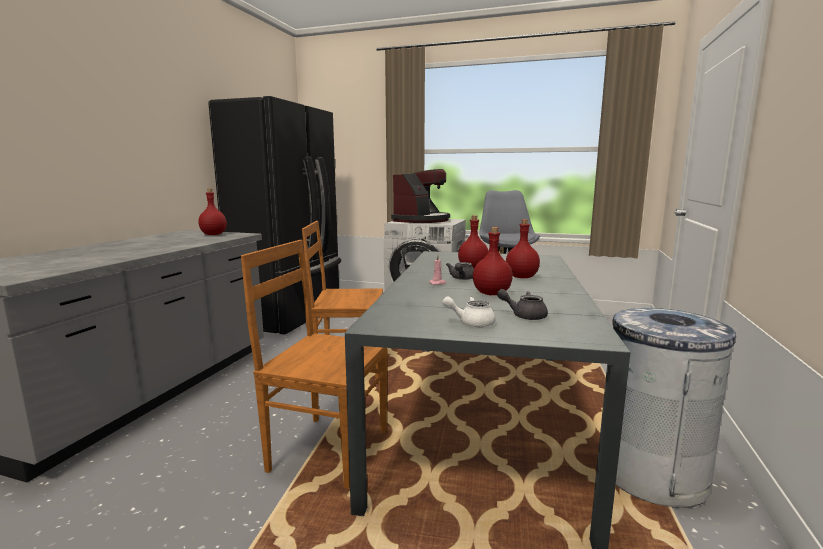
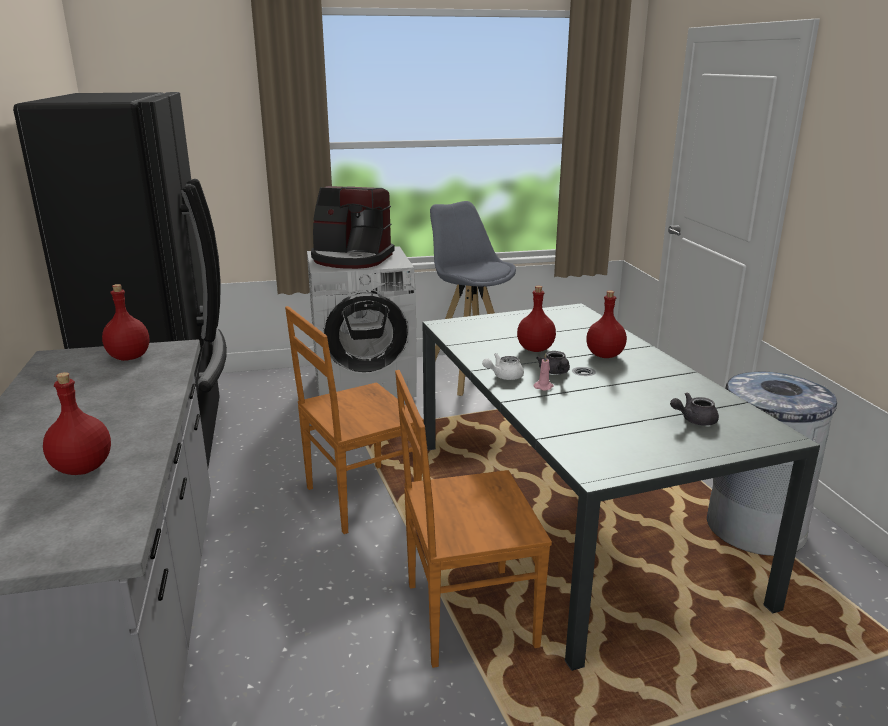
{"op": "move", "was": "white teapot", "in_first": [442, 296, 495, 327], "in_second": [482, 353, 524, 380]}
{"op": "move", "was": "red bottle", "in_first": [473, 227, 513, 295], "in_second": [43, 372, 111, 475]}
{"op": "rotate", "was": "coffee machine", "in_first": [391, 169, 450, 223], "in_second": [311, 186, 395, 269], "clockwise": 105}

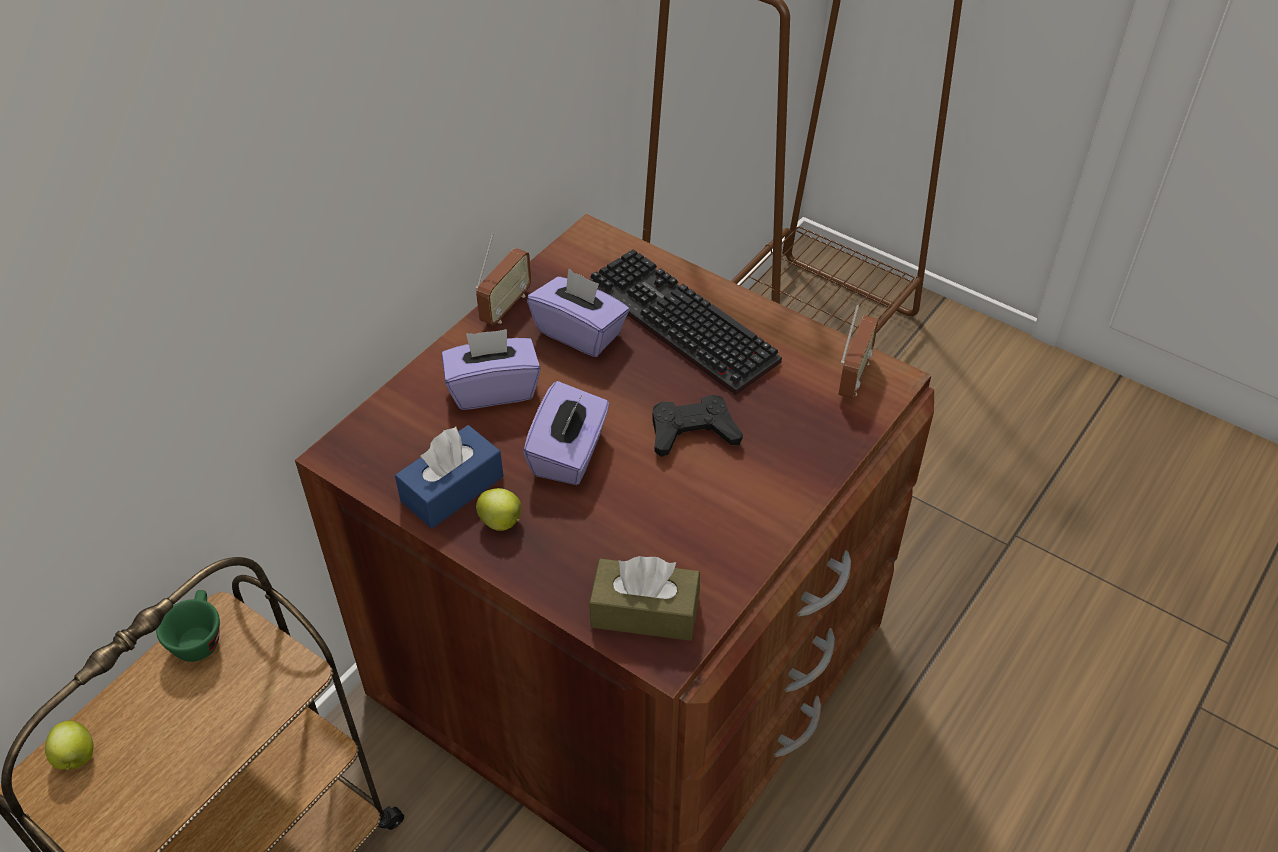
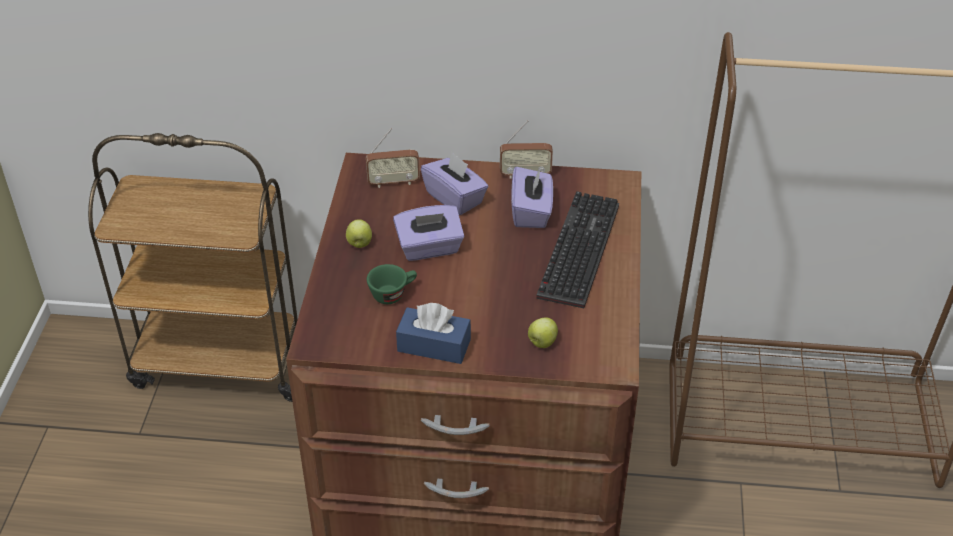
{"op": "delete", "was": "brown tissue box", "in_first": [589, 556, 700, 641]}
{"op": "delete", "was": "black game controller", "in_first": [653, 395, 743, 457]}
{"op": "move", "was": "apple", "in_first": [45, 720, 93, 770], "in_second": [528, 317, 558, 348]}
{"op": "move", "was": "green cup", "in_first": [156, 590, 220, 662], "in_second": [367, 264, 417, 304]}
{"op": "move", "was": "blue tissue box", "in_first": [395, 425, 503, 528], "in_second": [396, 303, 471, 364]}
{"op": "move", "was": "radio", "in_first": [839, 305, 879, 399], "in_second": [366, 128, 420, 188]}

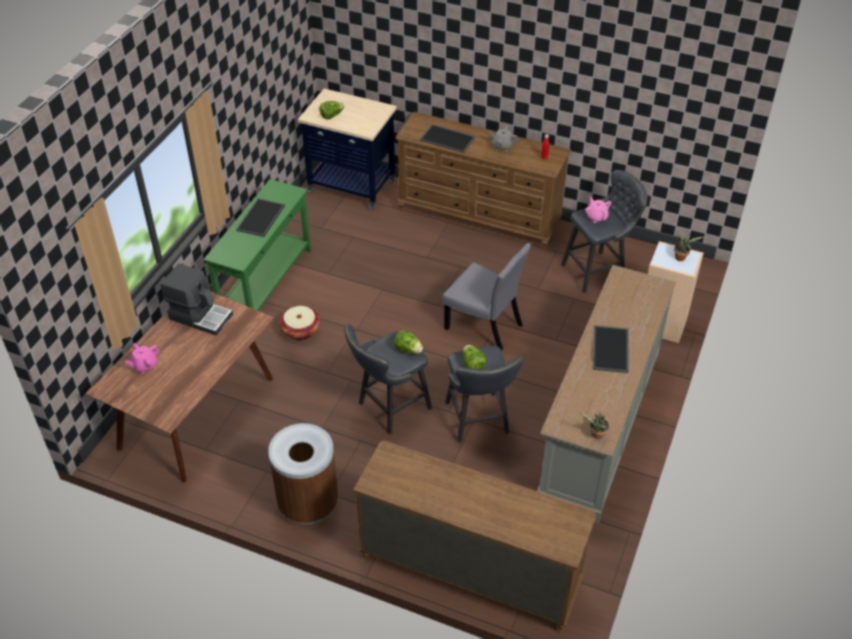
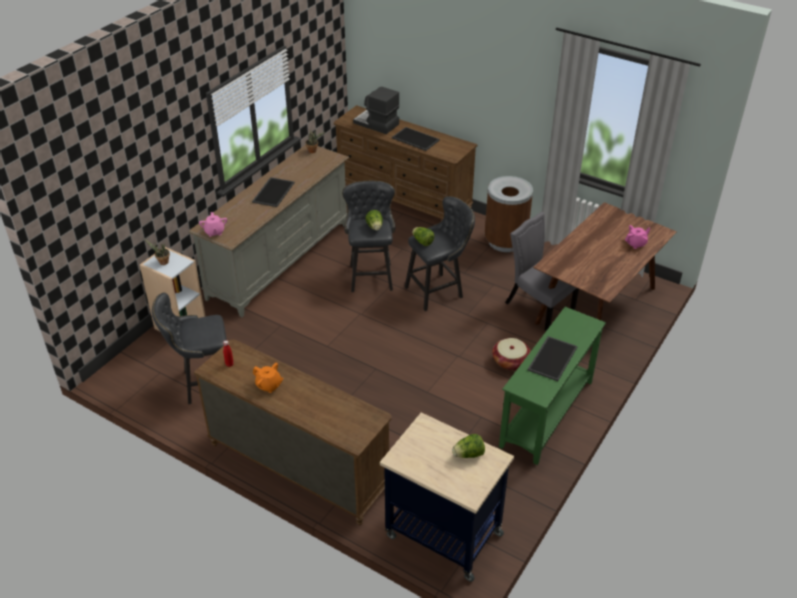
{"op": "move", "was": "coffee machine", "in_first": [160, 263, 233, 336], "in_second": [353, 87, 399, 134]}
{"op": "move", "was": "tray", "in_first": [420, 124, 475, 153], "in_second": [392, 127, 440, 151]}
{"op": "move", "was": "grey chair", "in_first": [442, 243, 531, 350], "in_second": [505, 212, 579, 331]}
{"op": "move", "was": "pink teapot", "in_first": [585, 196, 612, 223], "in_second": [199, 212, 227, 237]}
{"op": "recolor", "was": "grey teapot", "now": "orange teapot", "in_first": [489, 126, 518, 151], "in_second": [253, 363, 284, 393]}

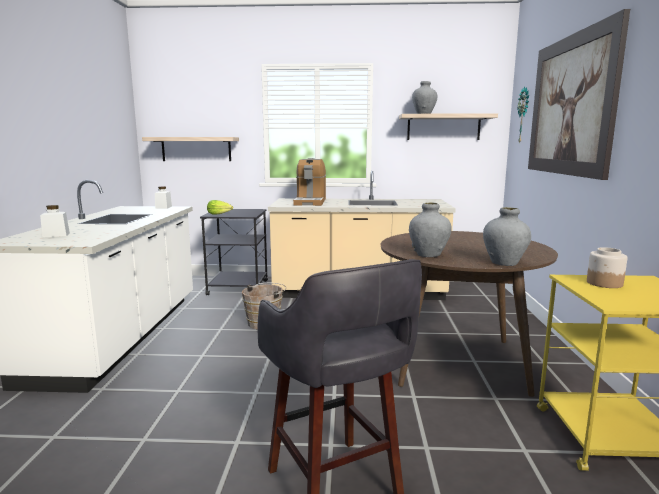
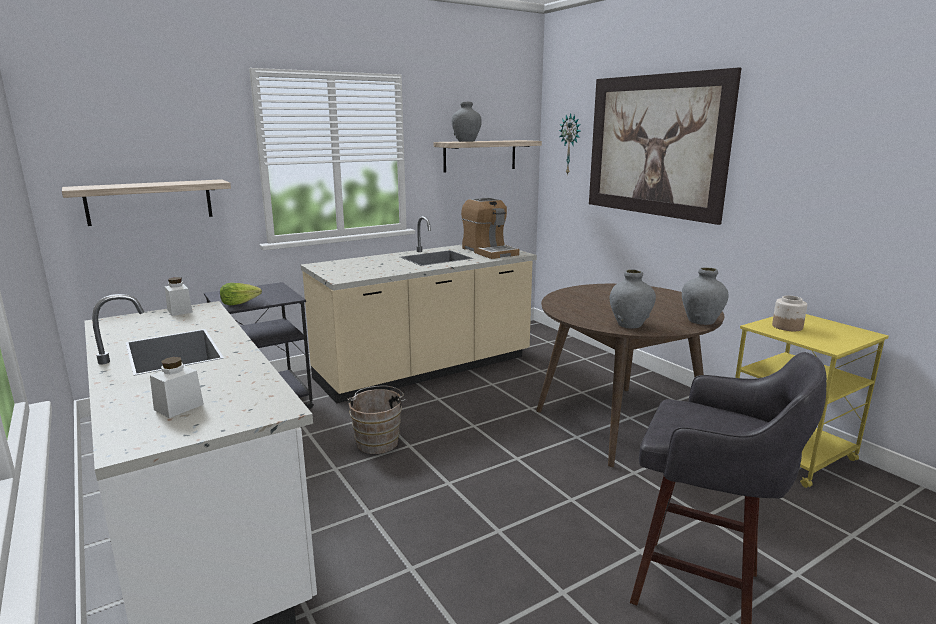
{"op": "move", "was": "coffee machine", "in_first": [293, 158, 326, 206], "in_second": [461, 198, 519, 259]}

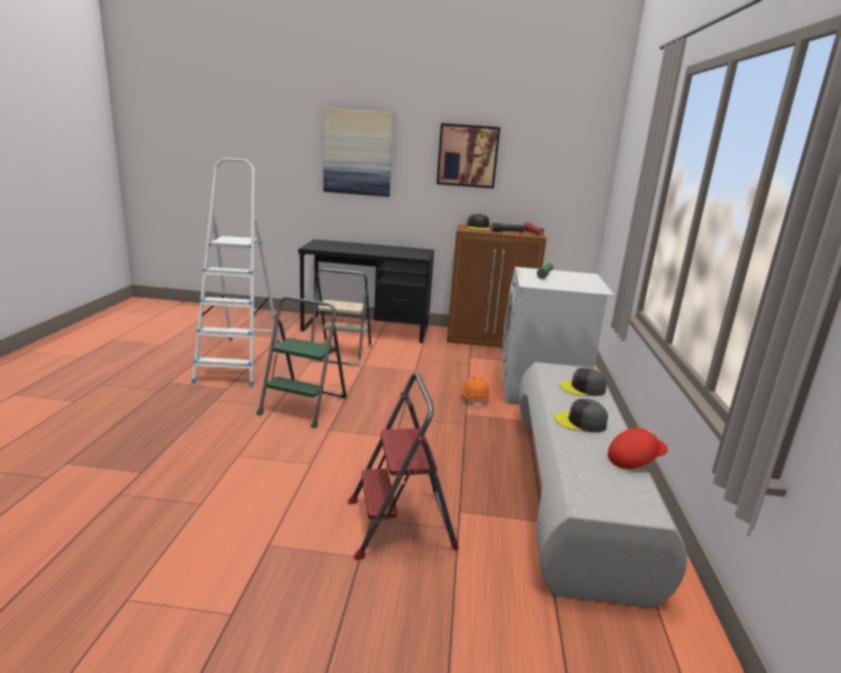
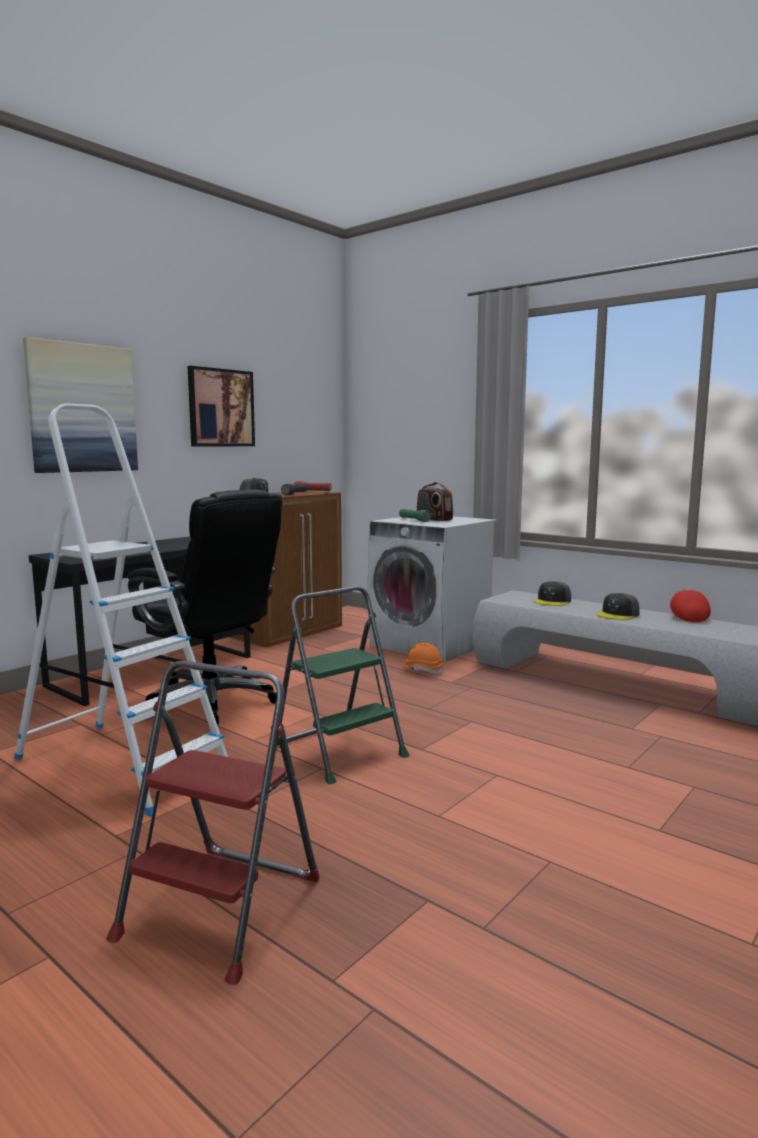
{"op": "insert", "now": "radio", "in_second": [417, 482, 453, 521]}
{"op": "move", "was": "red step ladder", "in_first": [348, 373, 458, 560], "in_second": [106, 661, 319, 985]}
{"op": "replace", "was": "beige step ladder", "now": "black office chair", "in_first": [309, 268, 373, 366], "in_second": [127, 490, 282, 725]}

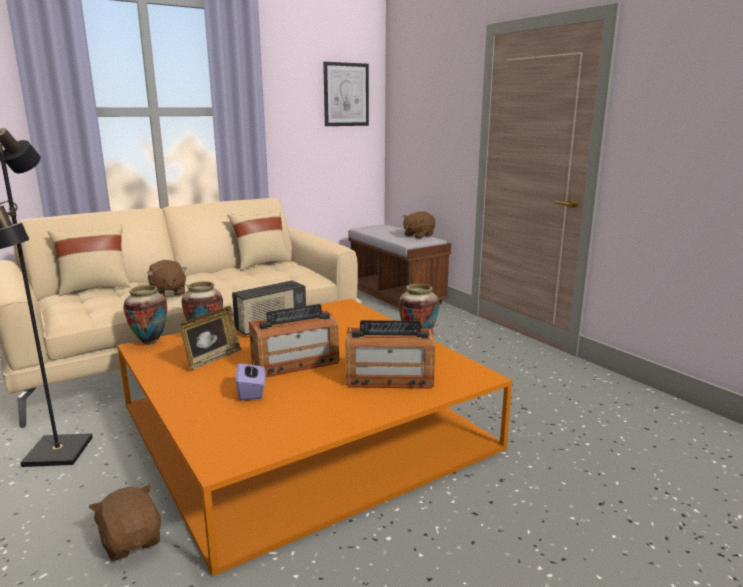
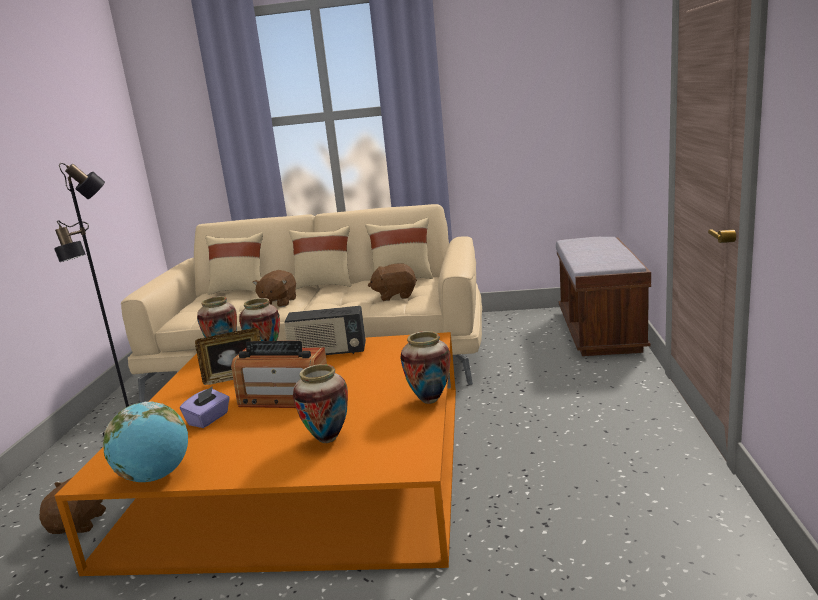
{"op": "delete", "was": "picture", "in_first": [323, 62, 369, 126]}
{"op": "insert", "now": "globe", "in_second": [103, 401, 188, 482]}
{"op": "insert", "now": "beige pillow", "in_second": [289, 226, 351, 290]}
{"op": "move", "was": "brown plush toy", "in_first": [403, 211, 436, 238], "in_second": [368, 263, 417, 301]}
{"op": "replace", "was": "radio", "now": "vase", "in_first": [345, 320, 435, 389], "in_second": [293, 364, 348, 443]}

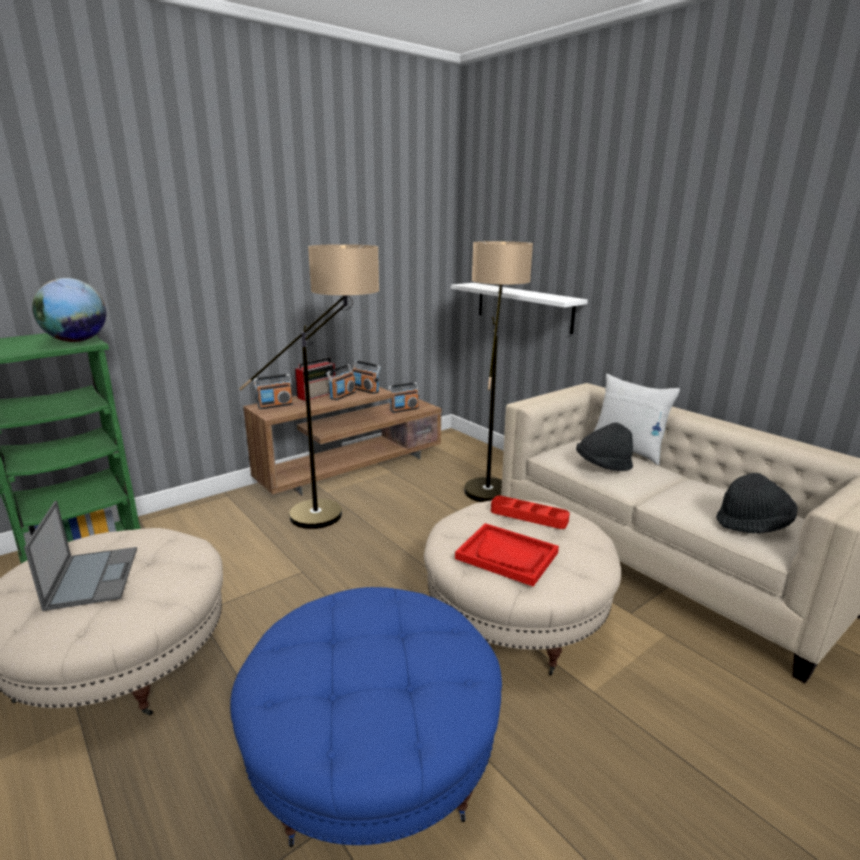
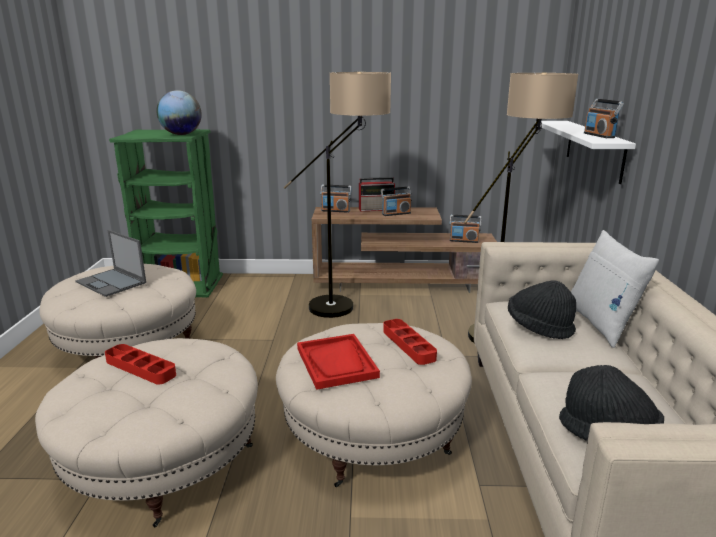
{"op": "insert", "now": "red tray", "in_second": [105, 344, 176, 385]}
{"op": "move", "was": "radio", "in_first": [352, 360, 381, 394], "in_second": [584, 99, 624, 138]}
{"op": "recolor", "was": "blue ottoman", "now": "beige ottoman", "in_first": [230, 587, 502, 847], "in_second": [35, 338, 258, 527]}
{"op": "rotate", "was": "laptop", "in_first": [24, 501, 137, 611], "in_second": [75, 230, 146, 297], "clockwise": 105}

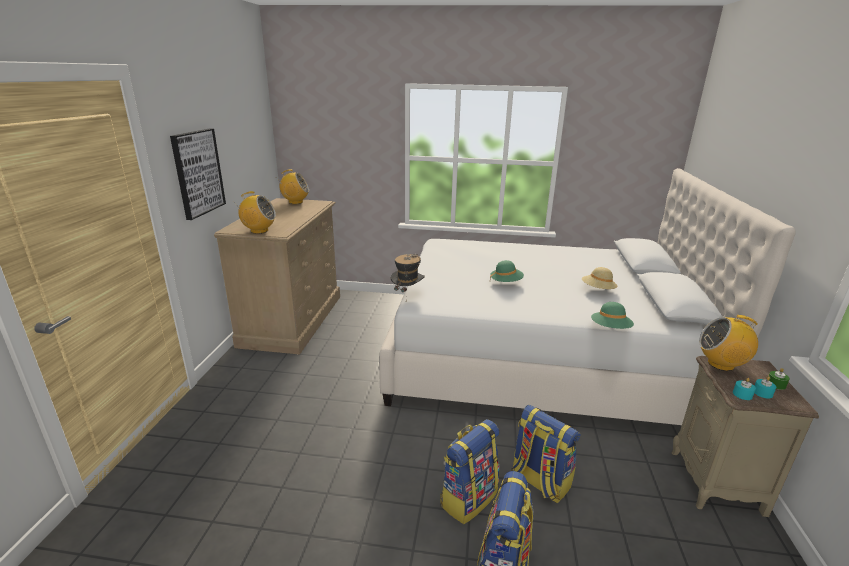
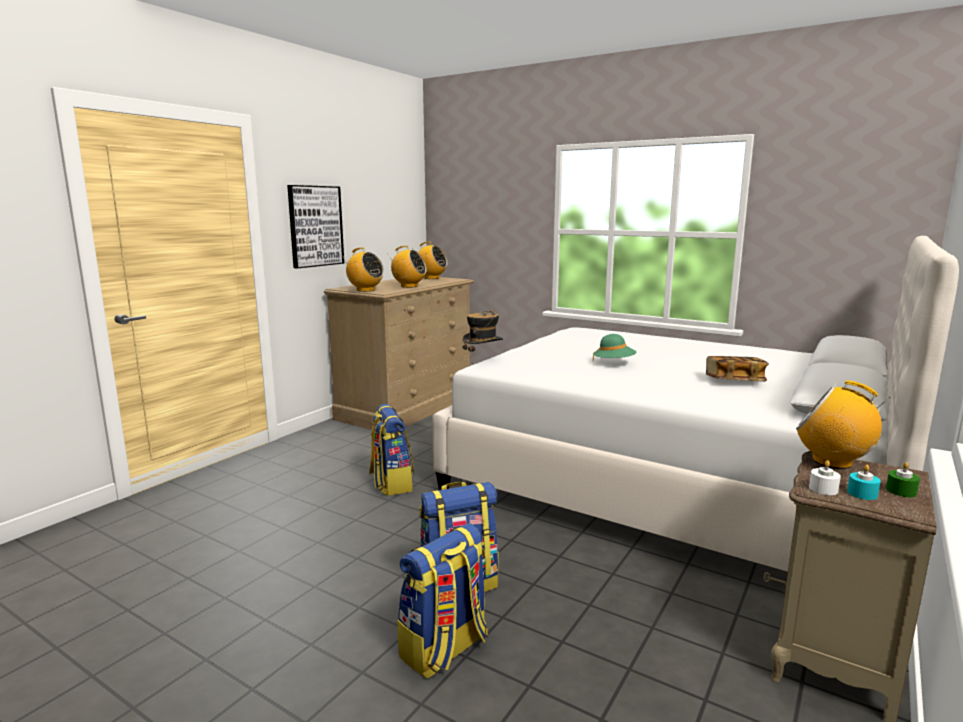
{"op": "delete", "was": "green hat", "in_first": [591, 302, 634, 329]}
{"op": "insert", "now": "radio", "in_second": [387, 246, 427, 288]}
{"op": "move", "was": "backpack", "in_first": [512, 405, 580, 503], "in_second": [369, 404, 414, 496]}
{"op": "replace", "was": "beige hat", "now": "book", "in_first": [582, 267, 618, 289], "in_second": [706, 356, 769, 382]}
{"op": "recolor", "was": "turquoise candle", "now": "white candle", "in_first": [733, 378, 756, 400], "in_second": [809, 460, 841, 495]}

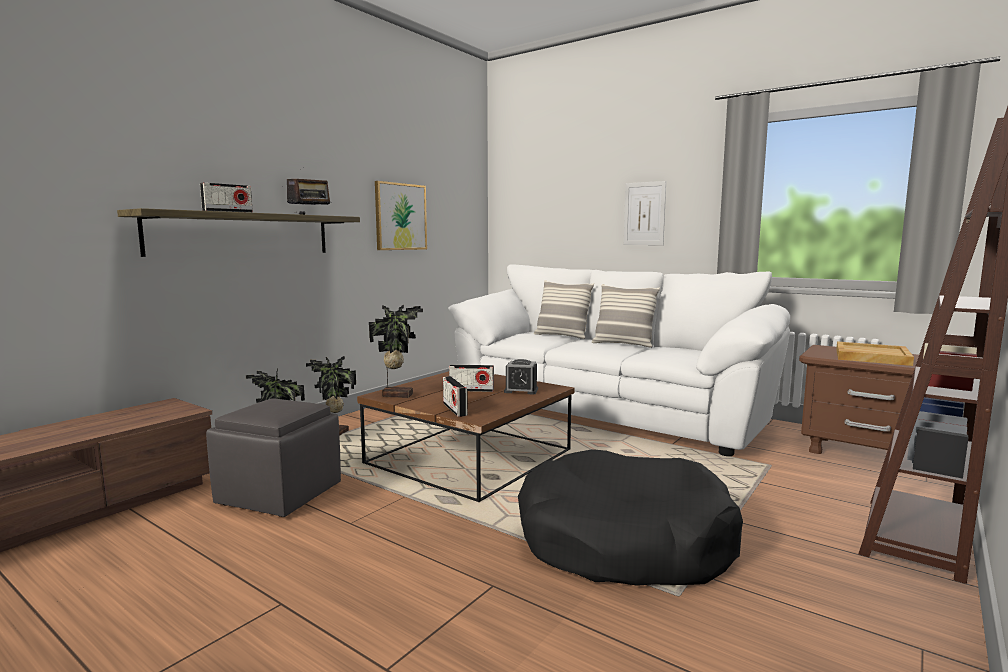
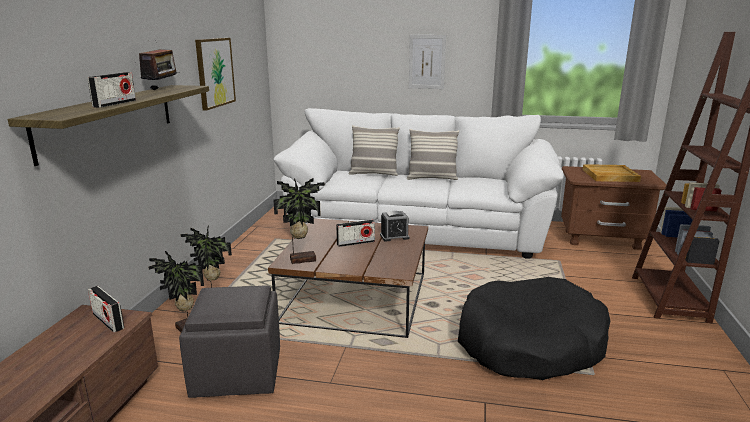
{"op": "move", "was": "radio", "in_first": [443, 376, 468, 417], "in_second": [88, 286, 124, 333]}

